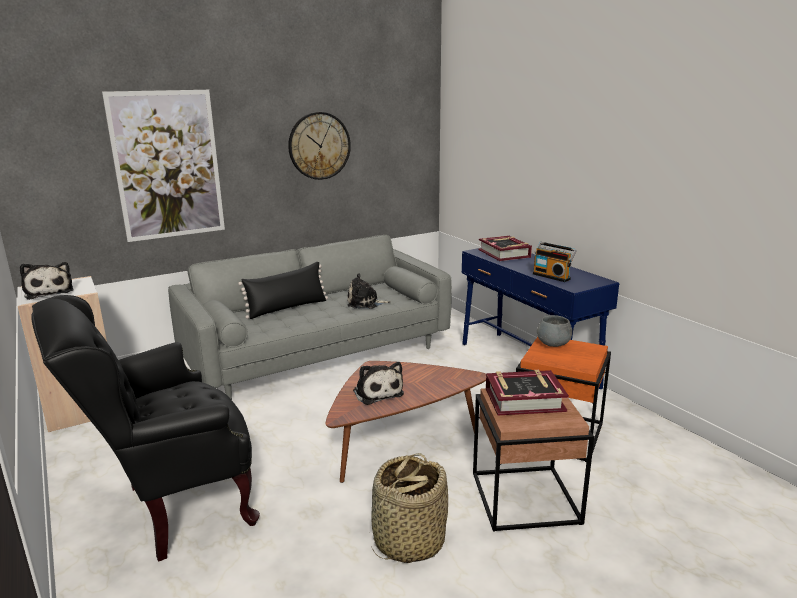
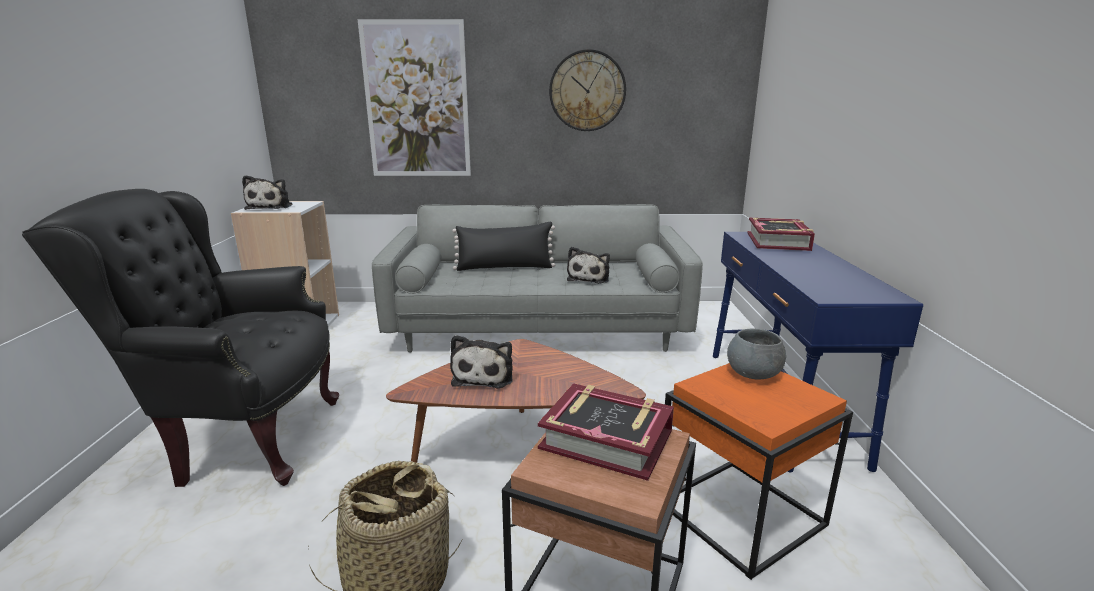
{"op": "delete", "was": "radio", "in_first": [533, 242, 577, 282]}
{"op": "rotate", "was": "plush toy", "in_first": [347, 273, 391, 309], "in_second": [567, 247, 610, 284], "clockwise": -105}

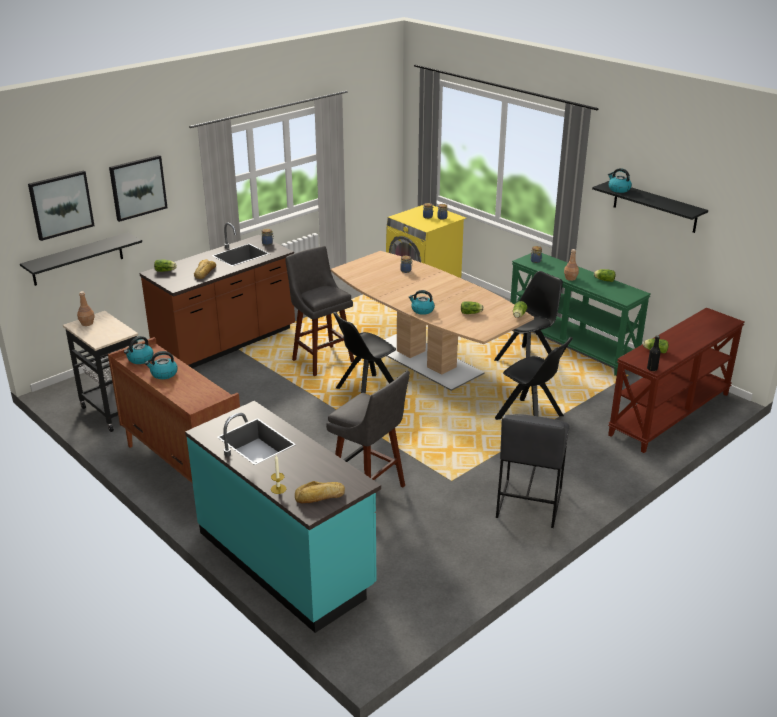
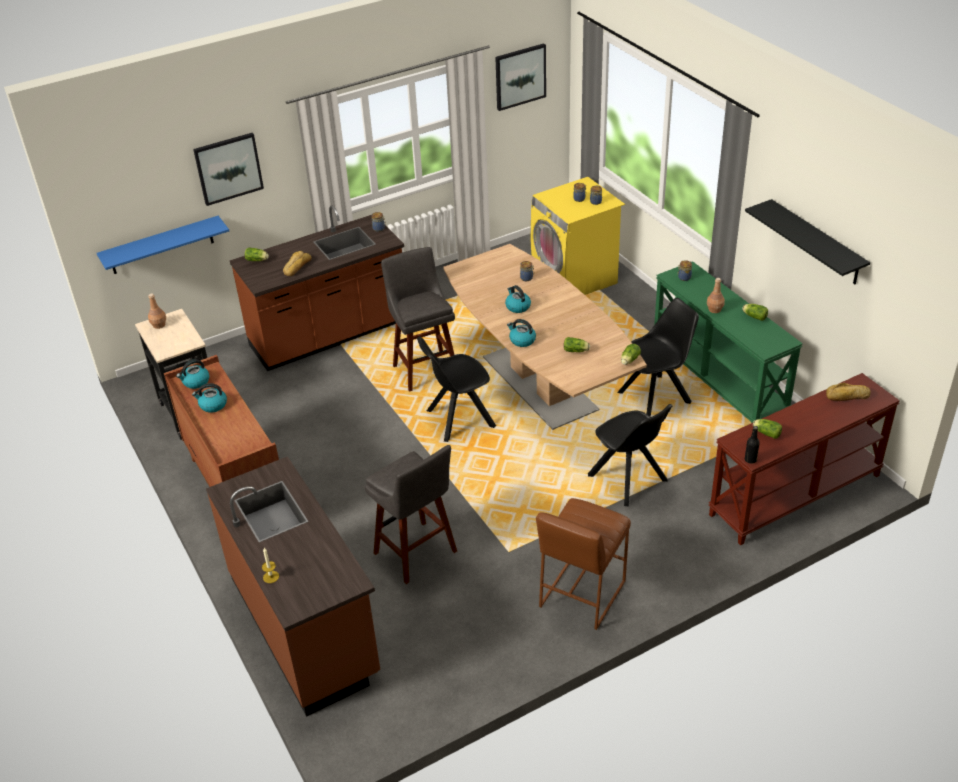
{"op": "move", "was": "picture", "in_first": [28, 171, 95, 241], "in_second": [495, 43, 546, 111]}
{"op": "move", "was": "bread", "in_first": [295, 481, 345, 503], "in_second": [826, 383, 871, 401]}
{"op": "move", "was": "kettle", "in_first": [608, 168, 632, 193], "in_second": [505, 285, 531, 313]}
{"op": "recolor", "was": "black shelf", "now": "blue shelf", "in_first": [20, 232, 142, 286], "in_second": [97, 216, 229, 274]}
{"op": "recolor", "was": "turquoise counter", "now": "brown counter", "in_first": [185, 401, 381, 633], "in_second": [206, 456, 380, 717]}
{"op": "recolor", "was": "grey stool", "now": "brown stool", "in_first": [496, 414, 570, 528], "in_second": [536, 498, 631, 630]}

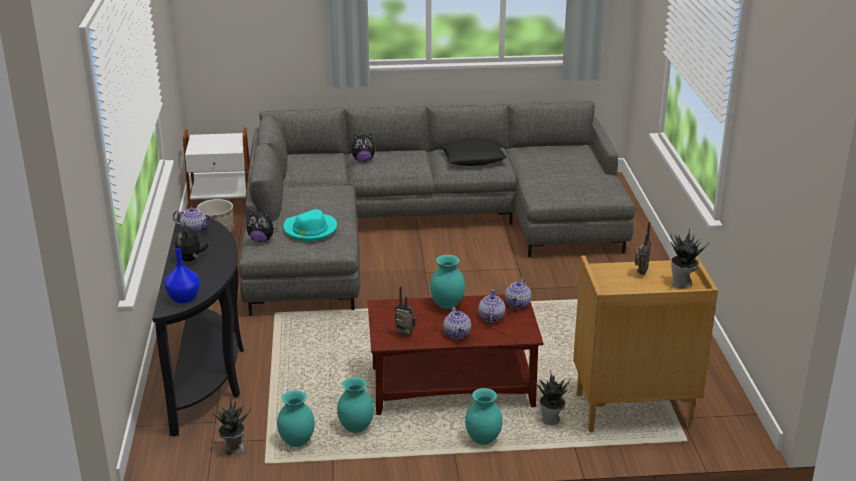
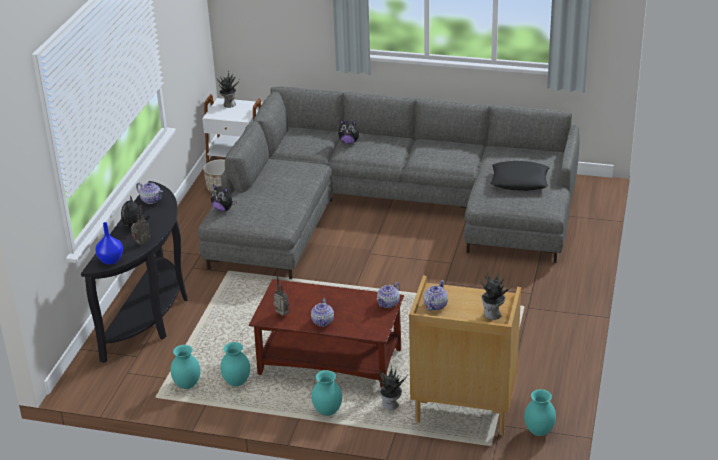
{"op": "delete", "was": "turquoise hat", "in_first": [283, 209, 337, 241]}
{"op": "move", "was": "potted plant", "in_first": [213, 398, 251, 455], "in_second": [217, 71, 240, 108]}
{"op": "move", "was": "turquoise vase", "in_first": [430, 255, 465, 309], "in_second": [524, 389, 556, 436]}
{"op": "move", "was": "black pillow", "in_first": [440, 138, 507, 166], "in_second": [490, 161, 549, 191]}
{"op": "move", "was": "teapot", "in_first": [478, 290, 505, 323], "in_second": [423, 280, 448, 311]}
{"op": "move", "was": "radio", "in_first": [635, 222, 651, 275], "in_second": [131, 205, 150, 245]}

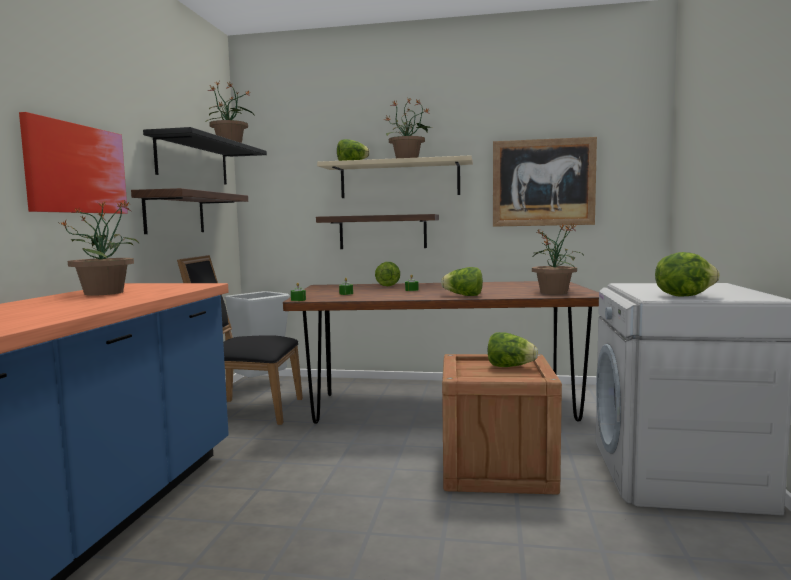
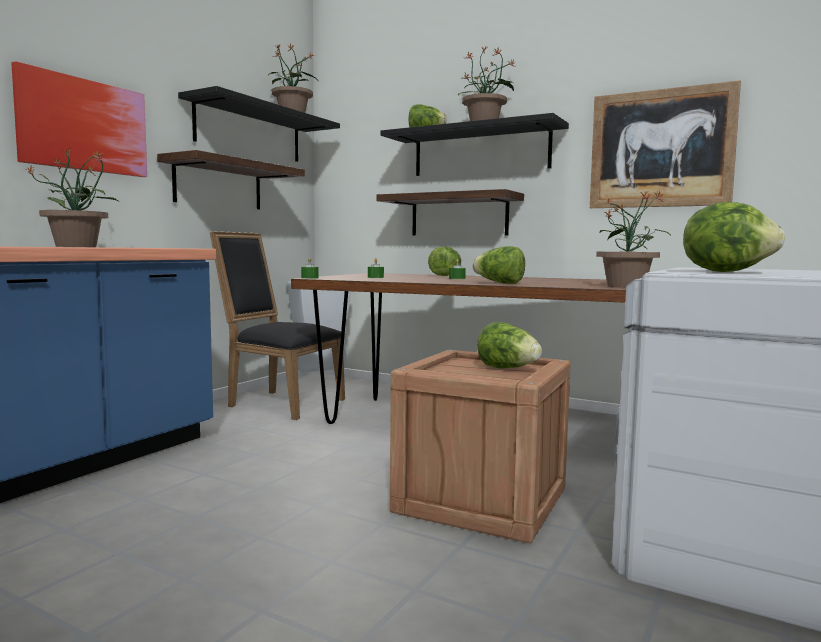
{"op": "recolor", "was": "beige shelf", "now": "black shelf", "in_first": [317, 155, 473, 198], "in_second": [380, 113, 569, 176]}

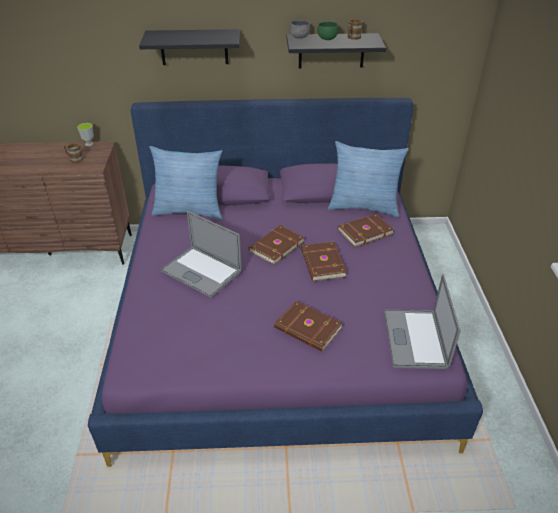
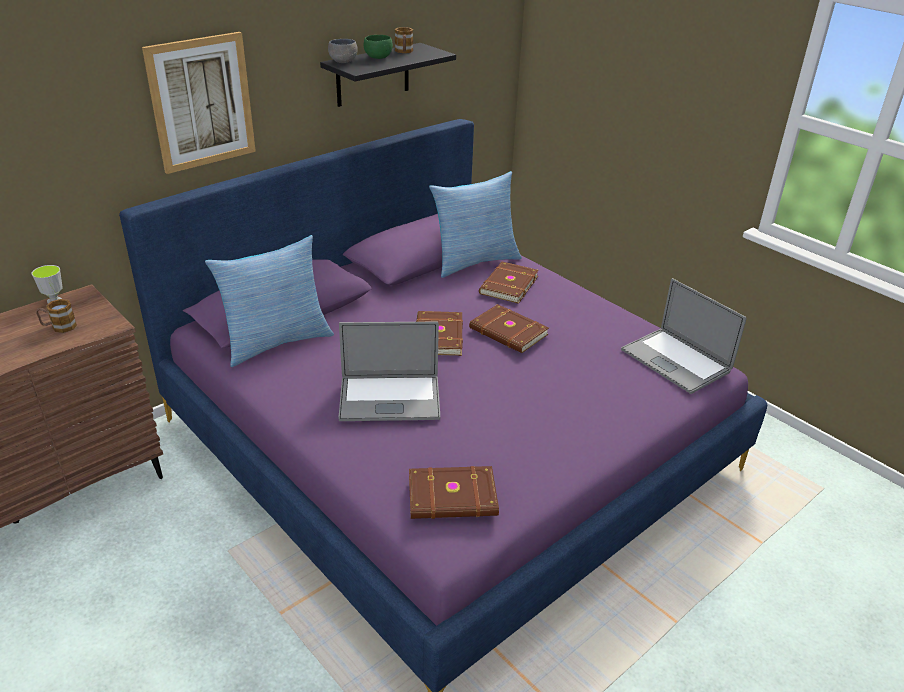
{"op": "move", "was": "brown book", "in_first": [274, 301, 343, 352], "in_second": [409, 466, 499, 519]}
{"op": "replace", "was": "black shelf", "now": "picture", "in_first": [139, 29, 240, 65], "in_second": [142, 32, 256, 174]}

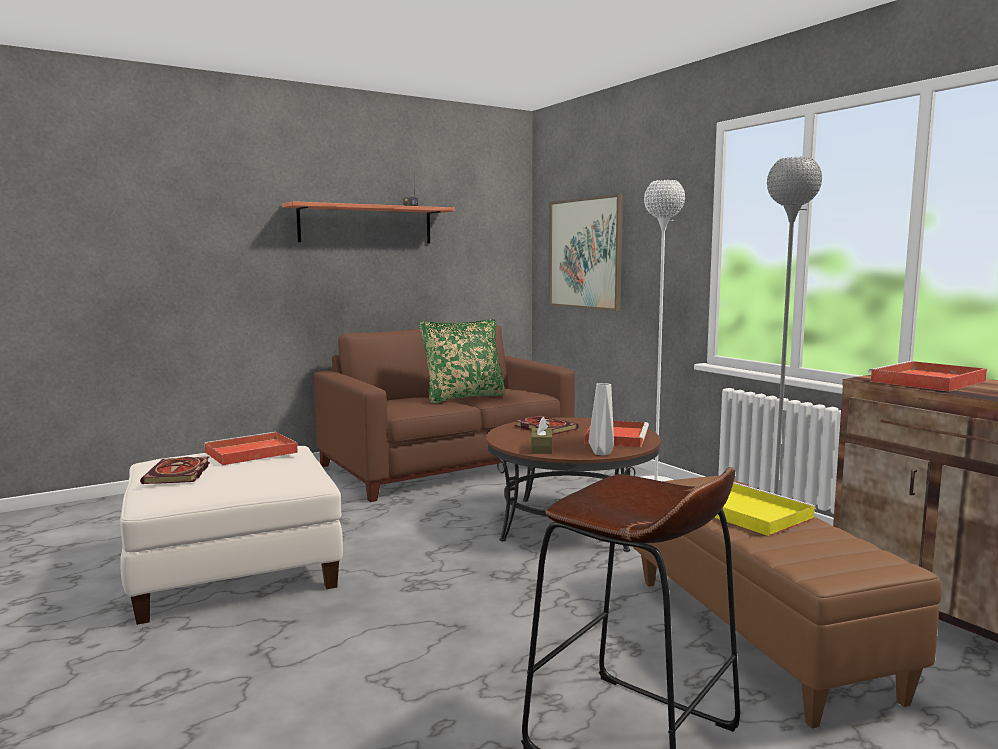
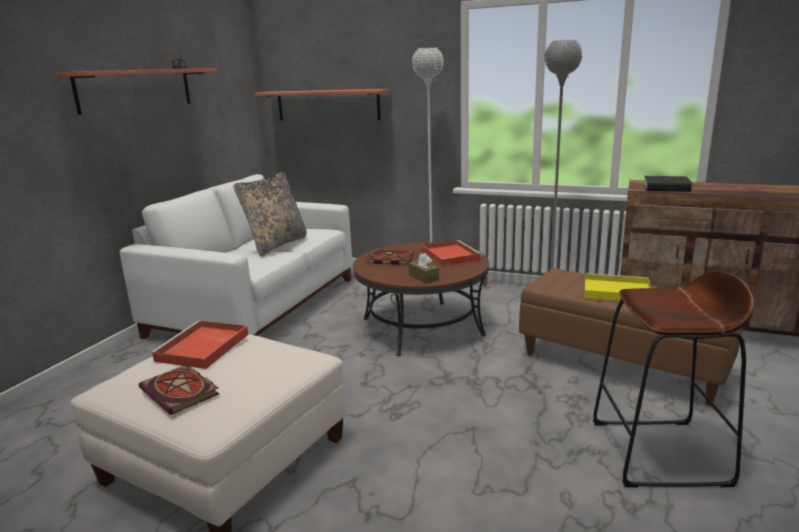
{"op": "delete", "was": "grey vase", "in_first": [589, 383, 614, 456]}
{"op": "replace", "was": "picture", "now": "shelf", "in_first": [549, 194, 623, 311], "in_second": [254, 89, 390, 120]}
{"op": "replace", "was": "red tray", "now": "black book", "in_first": [868, 361, 987, 392], "in_second": [643, 176, 692, 192]}
{"op": "recolor", "was": "brown sofa", "now": "white sofa", "in_first": [313, 325, 575, 502], "in_second": [120, 174, 352, 339]}
{"op": "recolor", "was": "green pillow", "now": "grey pillow", "in_first": [419, 319, 505, 404], "in_second": [233, 172, 307, 257]}

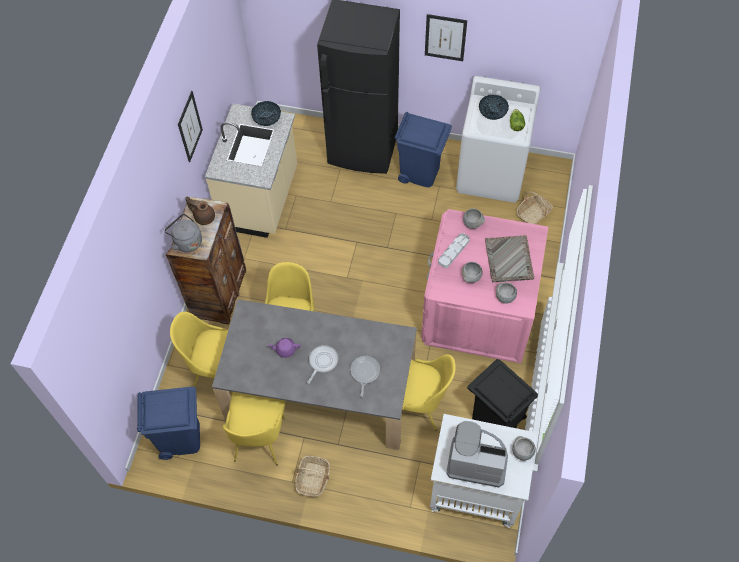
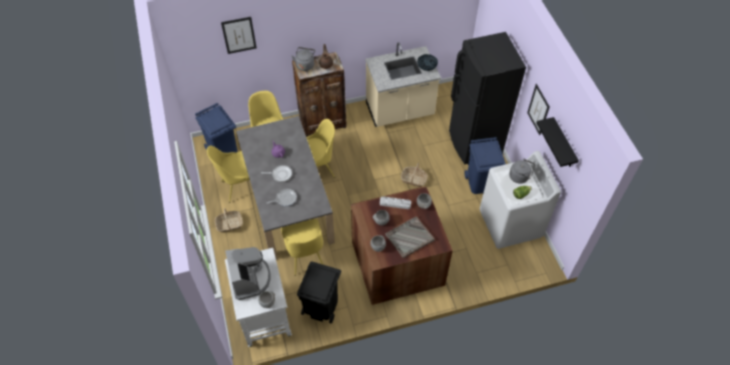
{"op": "insert", "now": "black shelf", "in_second": [536, 117, 579, 167]}
{"op": "move", "was": "picture", "in_first": [178, 91, 203, 162], "in_second": [221, 17, 257, 54]}
{"op": "move", "was": "basket", "in_first": [517, 192, 553, 224], "in_second": [401, 162, 428, 187]}
{"op": "replace", "was": "bowl", "now": "grey kettle", "in_first": [479, 95, 509, 120], "in_second": [510, 158, 535, 183]}
{"op": "recolor", "was": "pink dresser", "now": "brown dresser", "in_first": [421, 209, 548, 363], "in_second": [351, 187, 453, 305]}

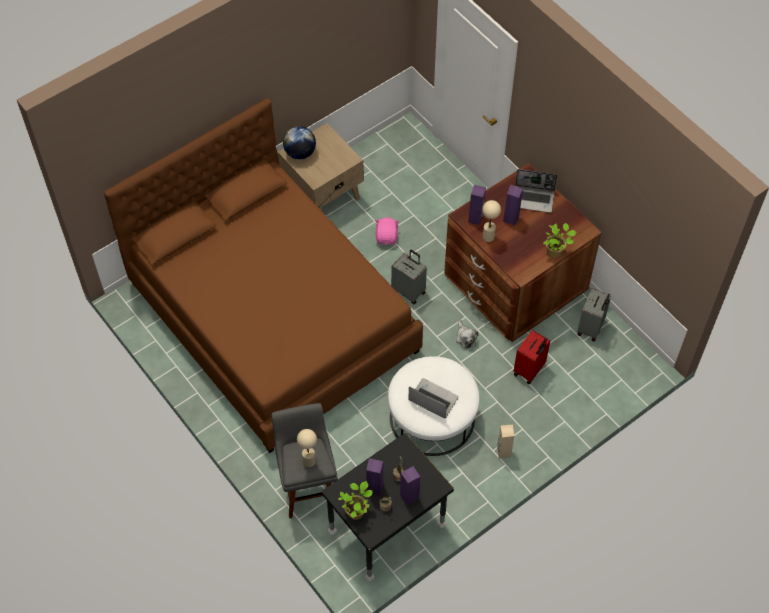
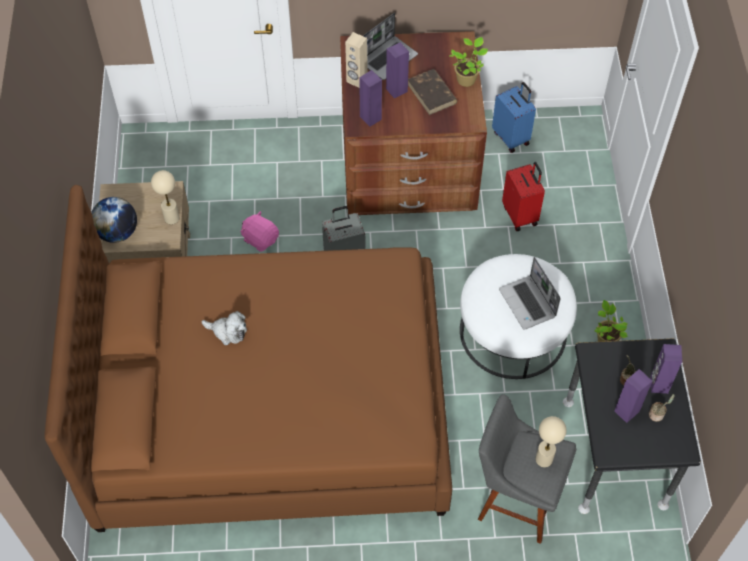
{"op": "insert", "now": "brown book", "in_second": [408, 69, 458, 115]}
{"op": "move", "was": "potted plant", "in_first": [338, 481, 373, 520], "in_second": [594, 300, 628, 342]}
{"op": "move", "was": "plush toy", "in_first": [456, 320, 478, 348], "in_second": [201, 311, 247, 345]}
{"op": "move", "was": "beige table lamp", "in_first": [483, 200, 501, 242], "in_second": [151, 170, 179, 225]}
{"op": "move", "was": "beige speaker", "in_first": [497, 425, 514, 459], "in_second": [345, 32, 368, 88]}
{"op": "recolor", "was": "grey suitcase", "now": "blue suitcase", "in_first": [577, 288, 611, 341], "in_second": [492, 82, 536, 153]}
{"op": "rotate", "was": "laptop", "in_first": [408, 378, 459, 419], "in_second": [499, 257, 561, 330], "clockwise": -90}

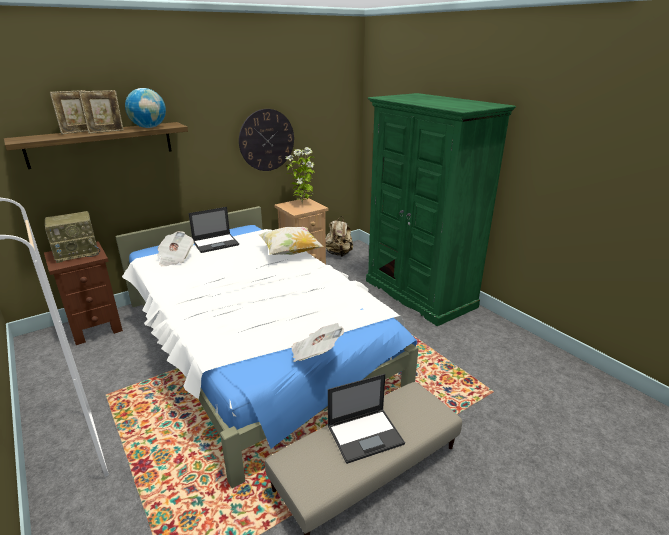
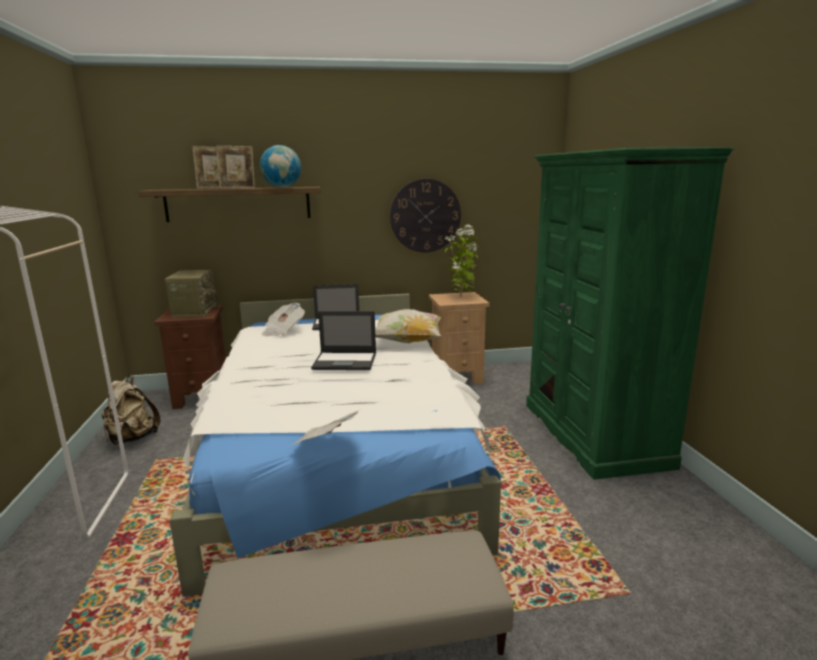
{"op": "move", "was": "beige backpack", "in_first": [326, 217, 353, 257], "in_second": [101, 375, 161, 445]}
{"op": "move", "was": "laptop", "in_first": [328, 374, 405, 464], "in_second": [311, 311, 376, 370]}
{"op": "rotate", "was": "radio", "in_first": [45, 211, 100, 263], "in_second": [165, 270, 218, 318], "clockwise": -90}

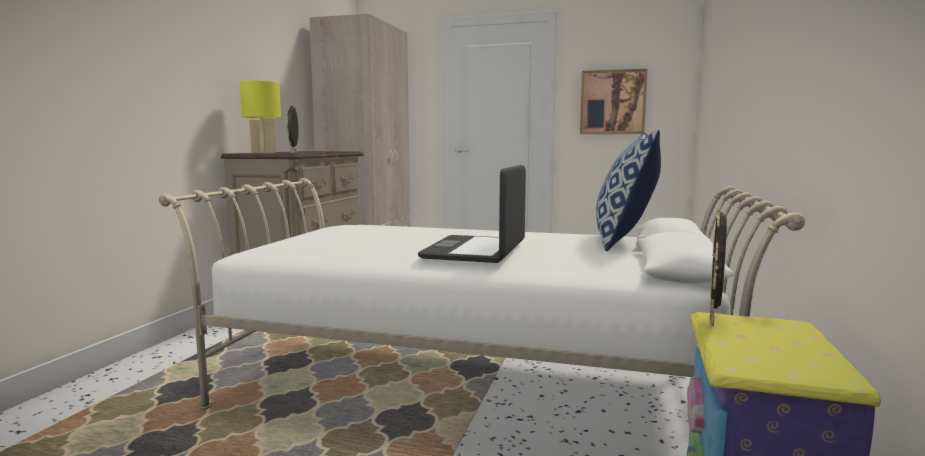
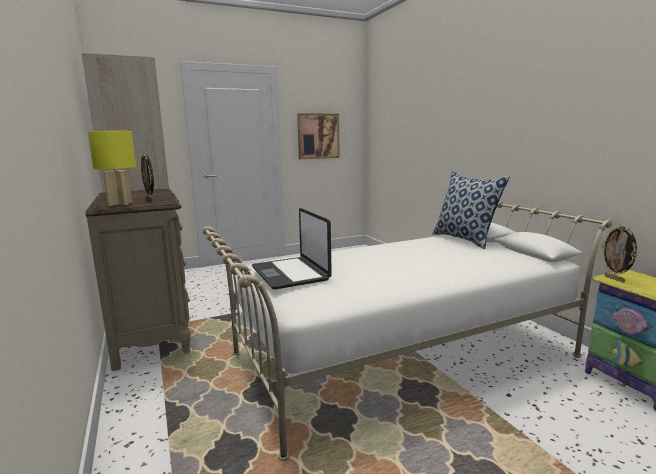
{"op": "move", "was": "laptop", "in_first": [418, 165, 526, 263], "in_second": [252, 208, 332, 289]}

